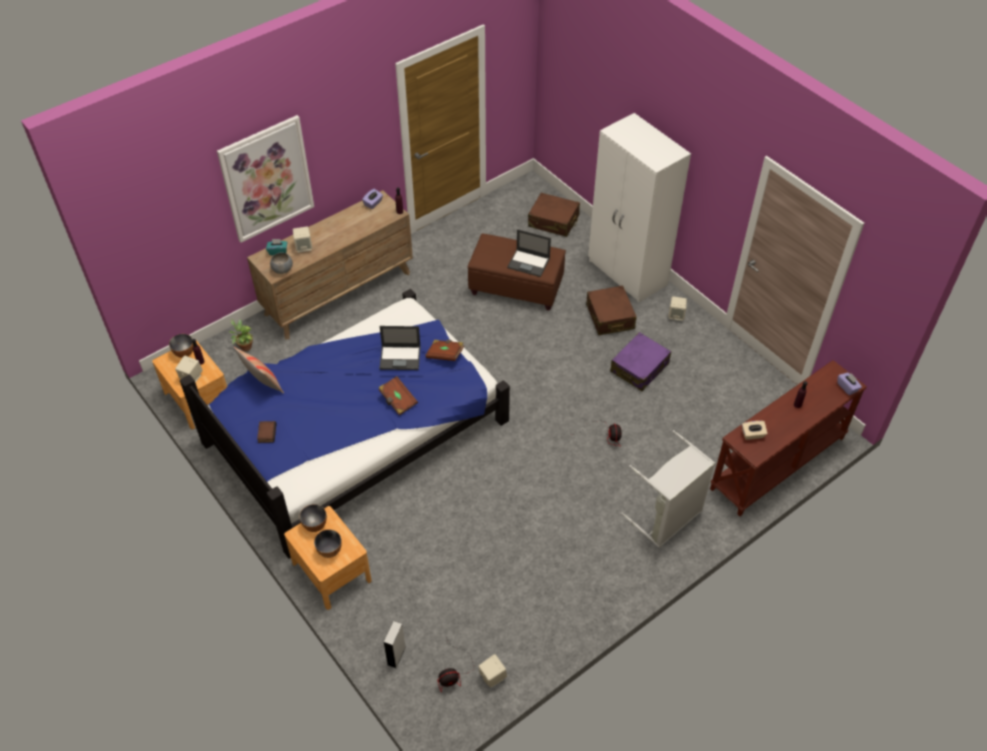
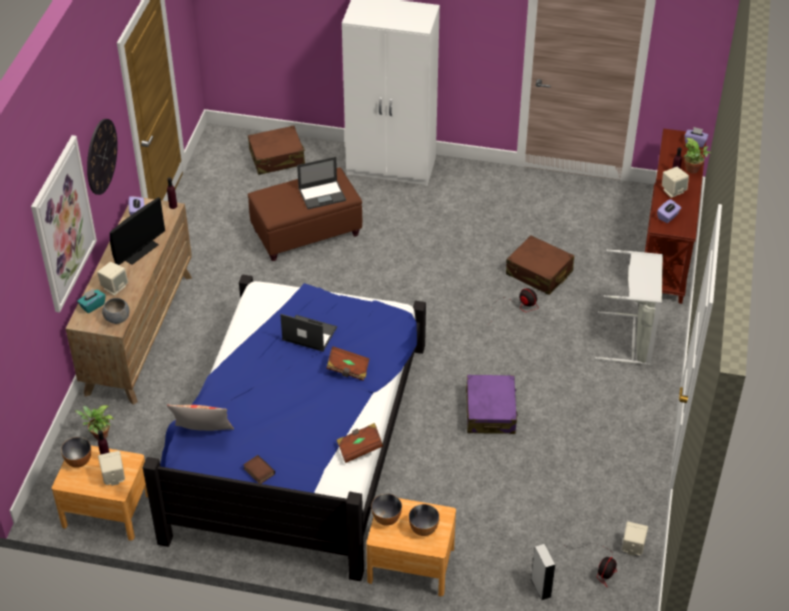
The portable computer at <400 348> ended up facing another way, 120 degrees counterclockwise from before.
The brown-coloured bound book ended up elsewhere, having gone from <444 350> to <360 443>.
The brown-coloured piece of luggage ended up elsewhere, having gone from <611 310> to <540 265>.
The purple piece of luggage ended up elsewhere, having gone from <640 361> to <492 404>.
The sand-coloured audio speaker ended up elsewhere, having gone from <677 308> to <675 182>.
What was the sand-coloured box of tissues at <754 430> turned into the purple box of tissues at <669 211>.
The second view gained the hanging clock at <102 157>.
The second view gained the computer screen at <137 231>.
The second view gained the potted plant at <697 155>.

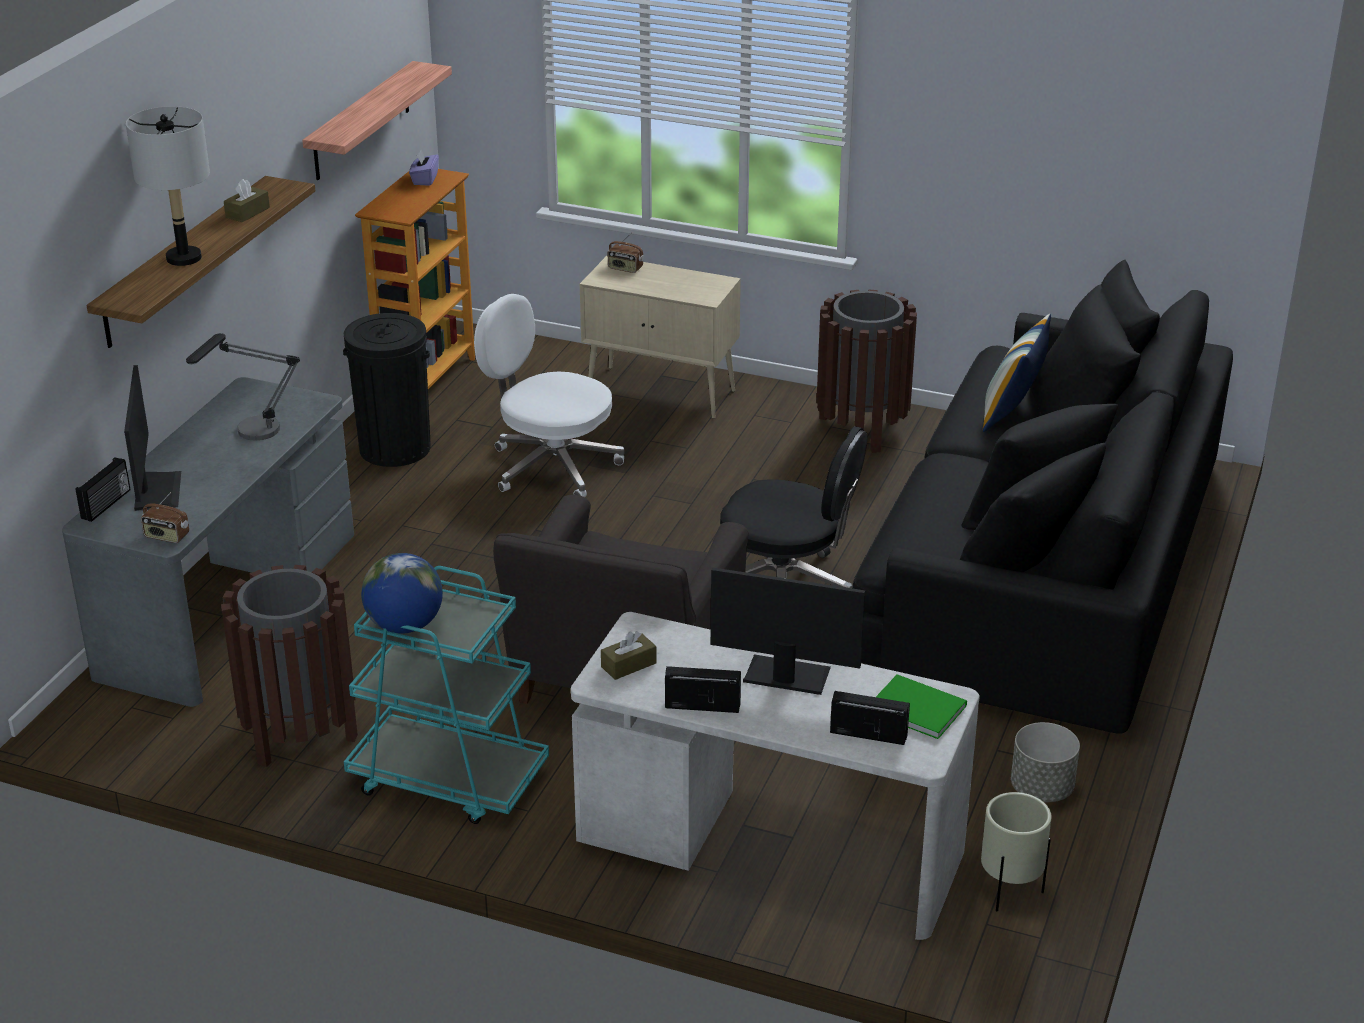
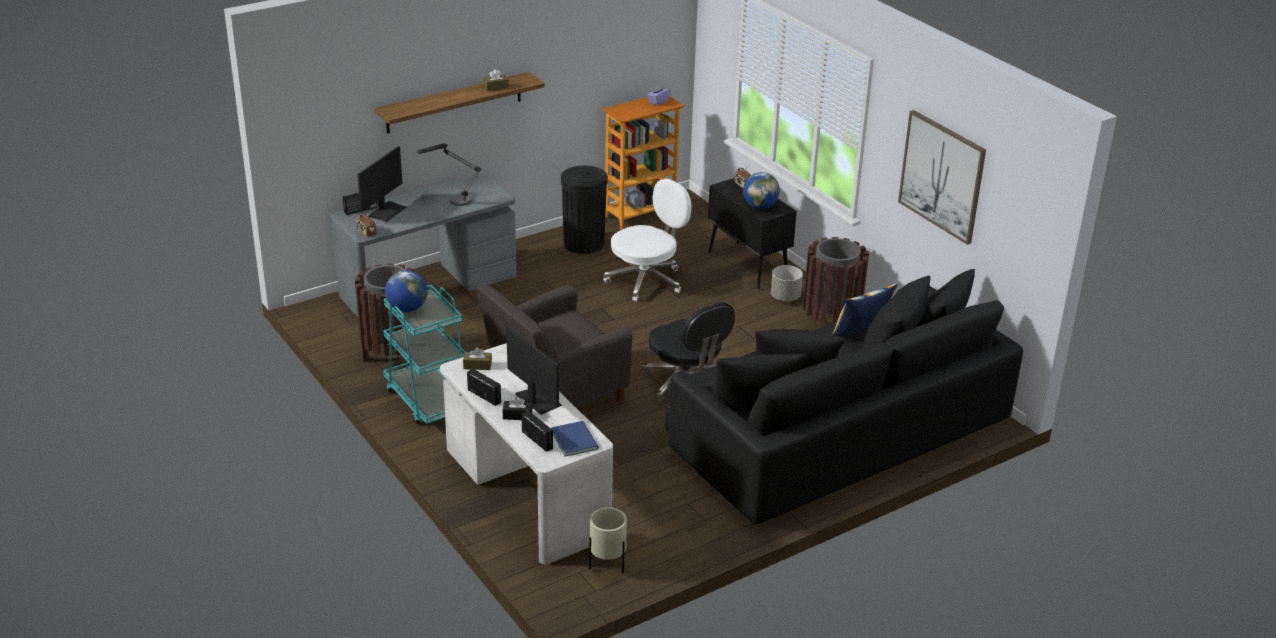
The second view lost the grey tabletop lamp at <168 186>.
The second view lost the wall shelf at <377 120>.
The white computer chair at <549 395> ended up facing another way, 75 degrees clockwise from before.
What was the sand-coloured cabinet at <660 337> turned into the black-coloured cabinet at <752 233>.
What was the green-coloured bound book at <921 706> turned into the blue-coloured bound book at <575 438>.
The grey planter ended up elsewhere, having gone from <1045 762> to <787 283>.
The second view gained the black-coloured box of tissues at <517 408>.
The second view gained the world globe at <761 190>.
The second view gained the wall picture at <942 177>.

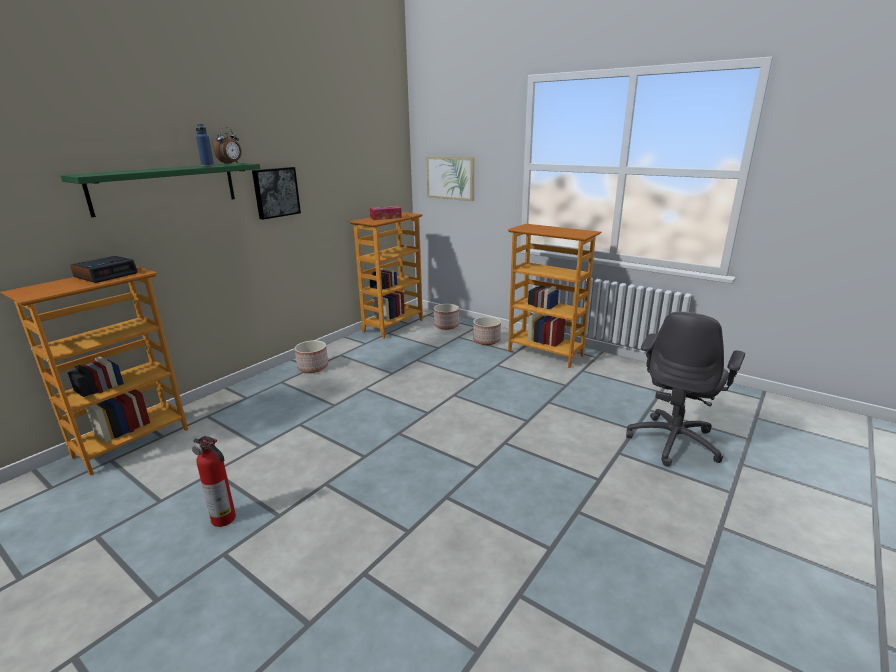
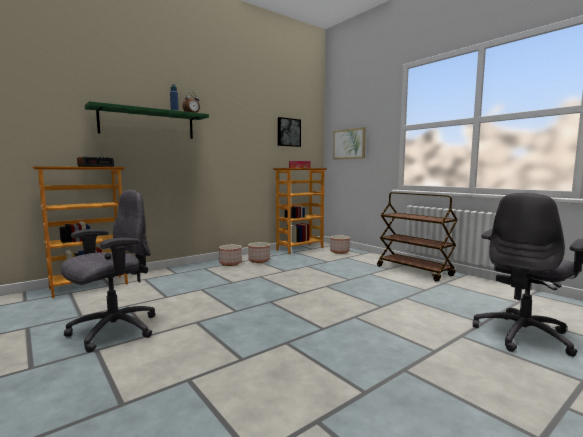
Where the fire-fighting cylinder stood at <214 481>, the grey computer chair came to stand at <108 271>.
The wall picture ended up elsewhere, having gone from <276 193> to <289 132>.
The planter ended up elsewhere, having gone from <487 331> to <259 252>.
Where the bookcase stood at <554 296>, the brown-coloured wheeled cart came to stand at <417 237>.

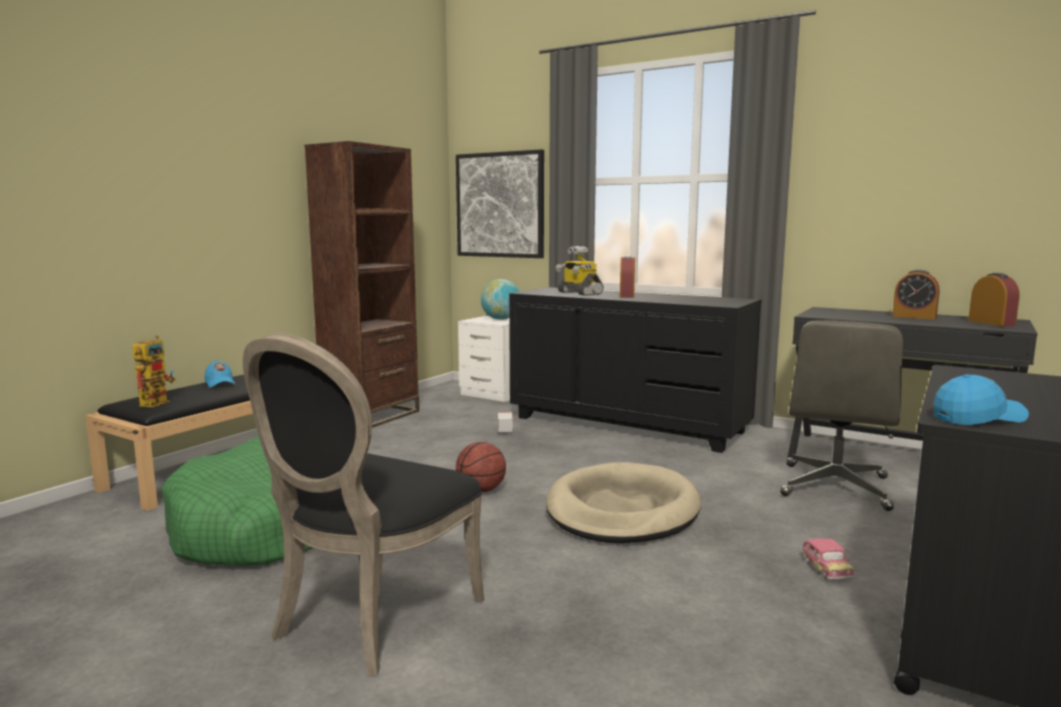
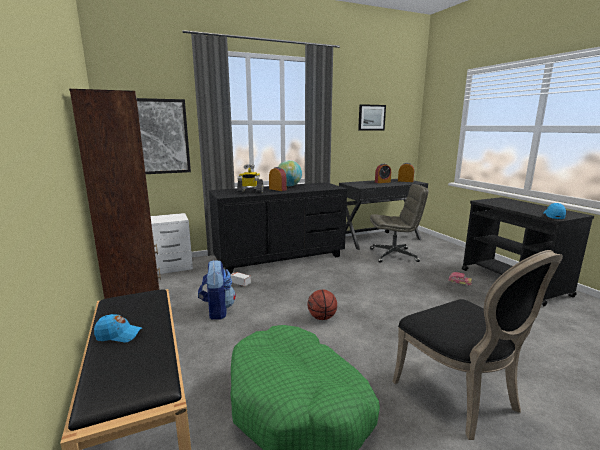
The second view lost the toy robot at <153 371>.
The world globe ended up elsewhere, having gone from <500 299> to <290 173>.
The second view lost the sand-coloured pet bed at <623 502>.
The grey computer chair at <841 415> ended up facing another way, 60 degrees counterclockwise from before.
The second view gained the rucksack at <217 290>.
The second view gained the wall picture at <372 117>.

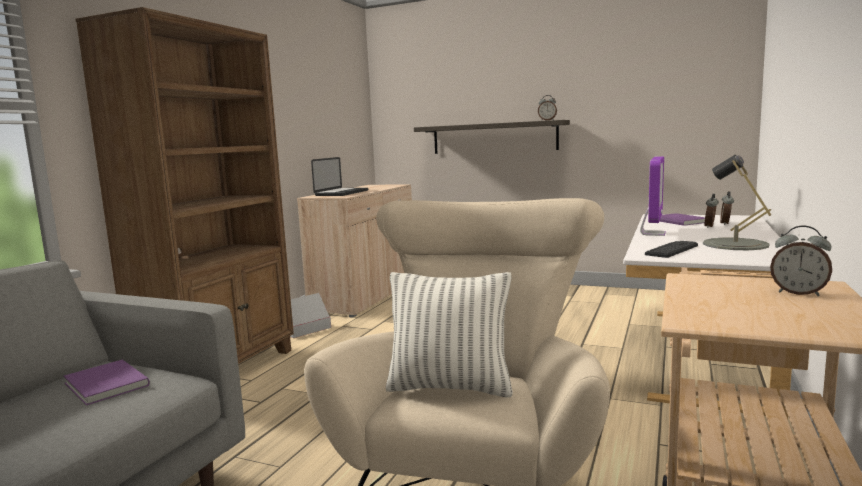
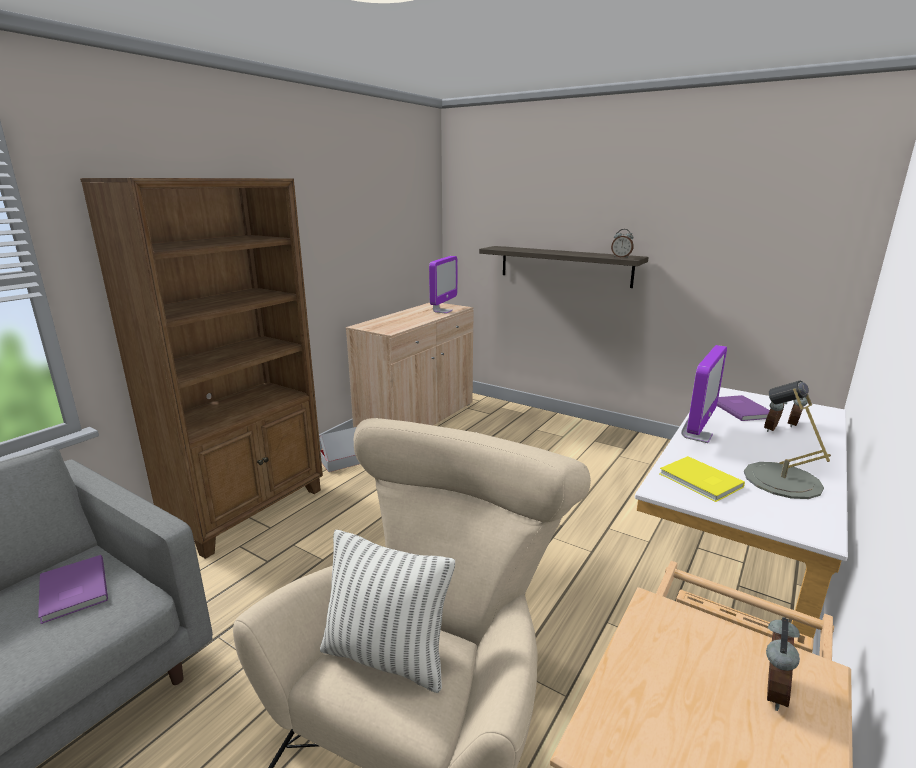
The second view lost the portable computer at <339 176>.
Where the PC keyboard stood at <671 249>, the yellow bound book came to stand at <702 479>.
The bedside clock at <801 260> ended up facing another way, 105 degrees counterclockwise from before.
The second view gained the computer screen at <443 285>.

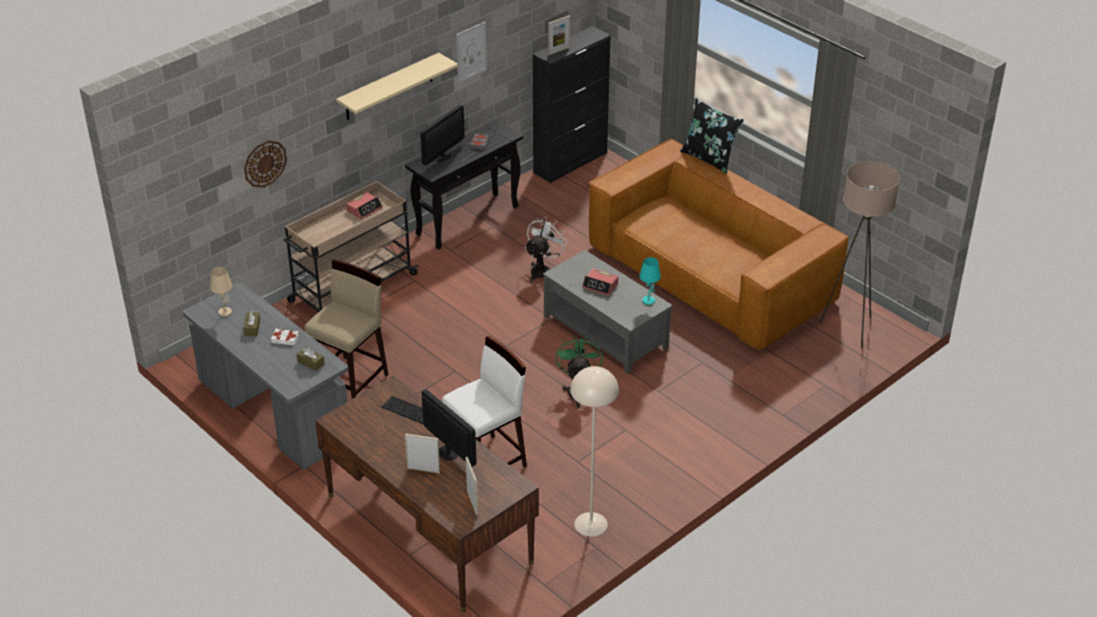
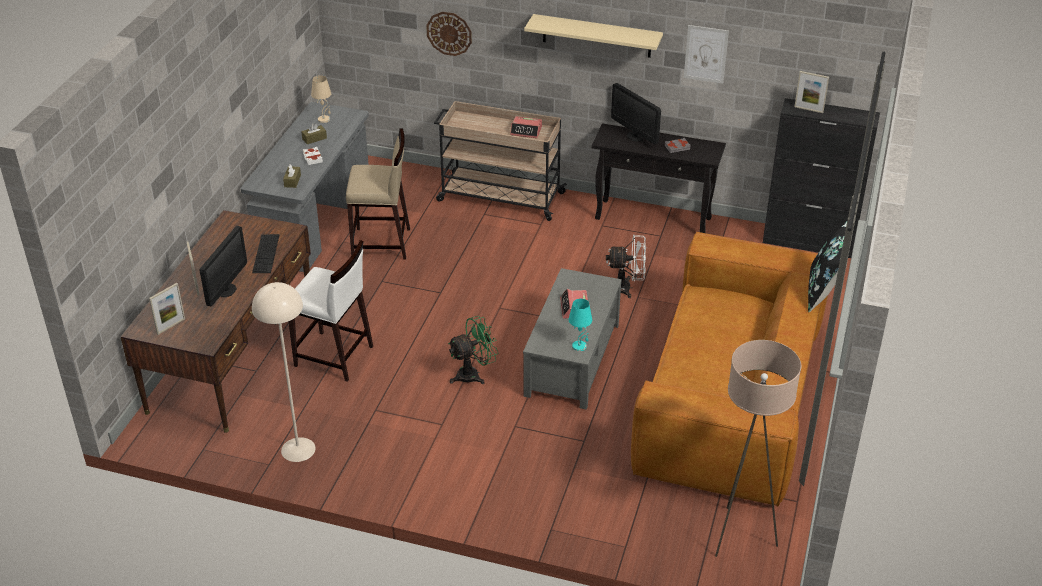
The computer screen at <442 135> ended up facing another way, 45 degrees clockwise from before.

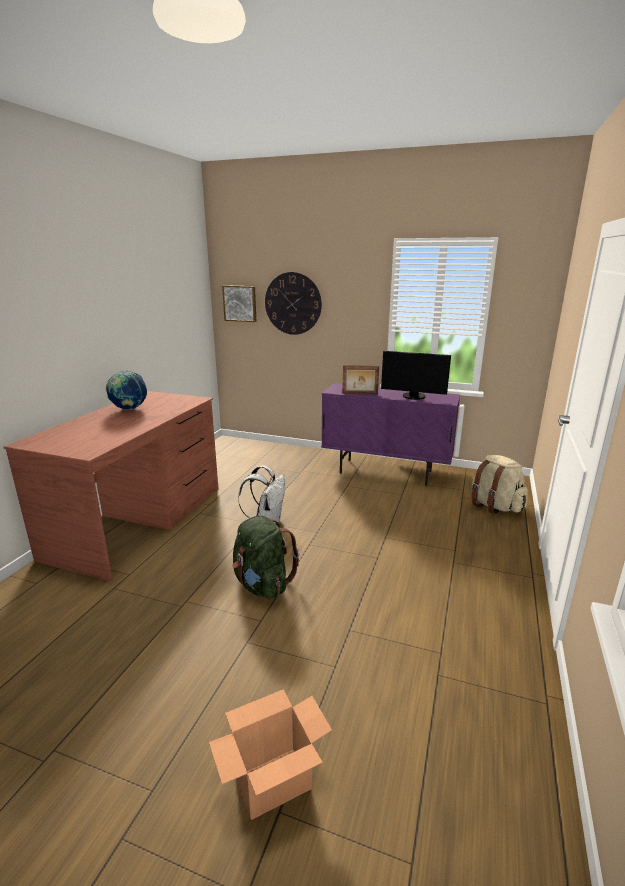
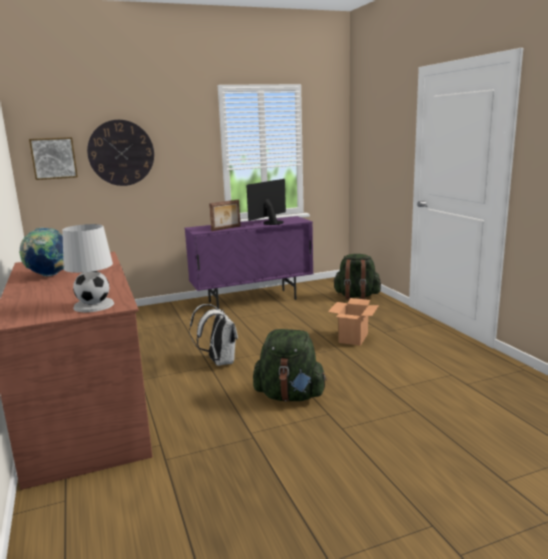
The cardboard box ended up elsewhere, having gone from <270 754> to <353 322>.
The computer screen at <416 375> ended up facing another way, 150 degrees clockwise from before.
What was the sand-coloured rucksack at <500 484> turned into the green-coloured rucksack at <357 277>.
The second view gained the white tabletop lamp at <88 268>.

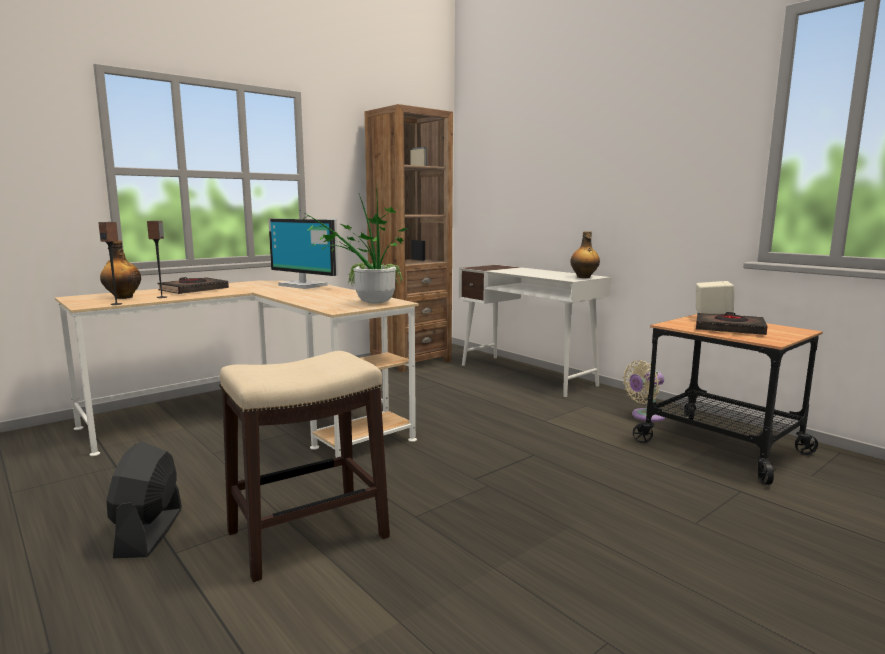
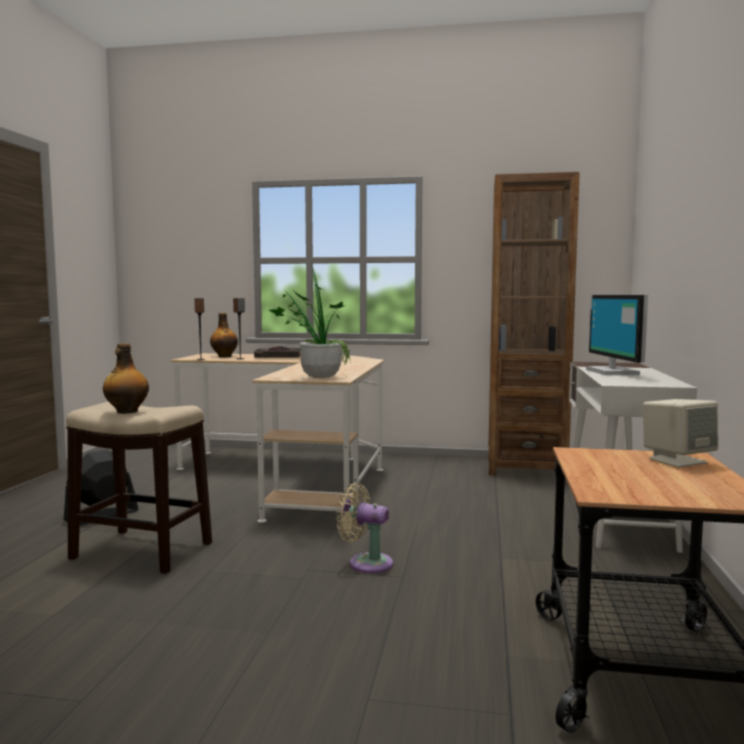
The computer screen ended up elsewhere, having gone from <303 253> to <617 335>.
The beverage bottle ended up elsewhere, having gone from <585 254> to <126 378>.
The sand-coloured electric fan ended up elsewhere, having gone from <644 391> to <364 528>.
The second view lost the black-coloured bound book at <731 323>.

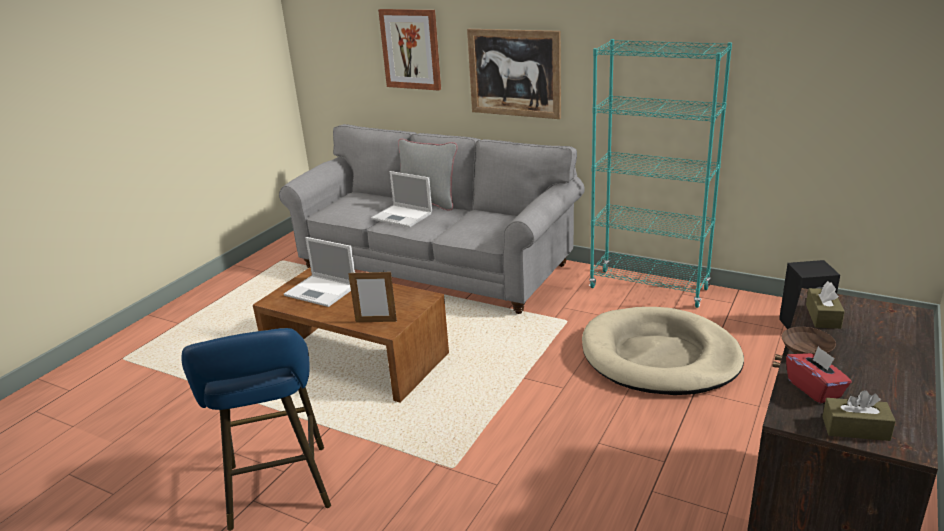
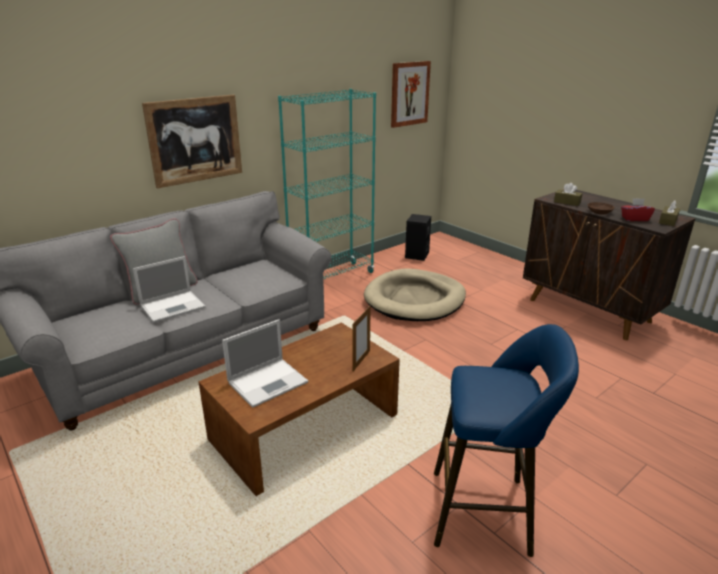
The wall picture ended up elsewhere, having gone from <409 50> to <411 94>.

